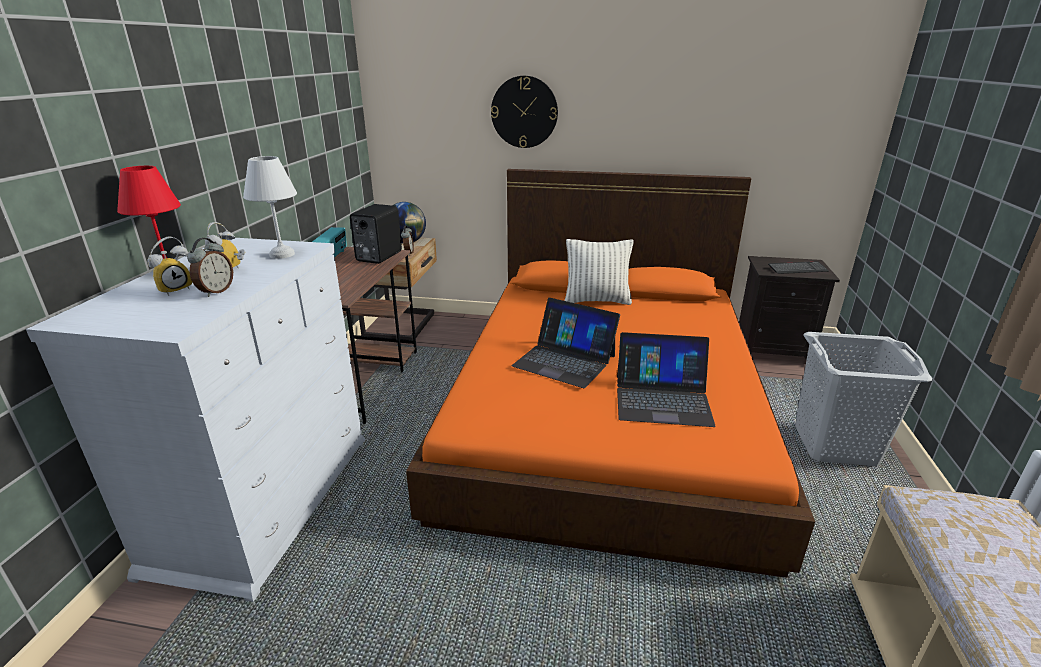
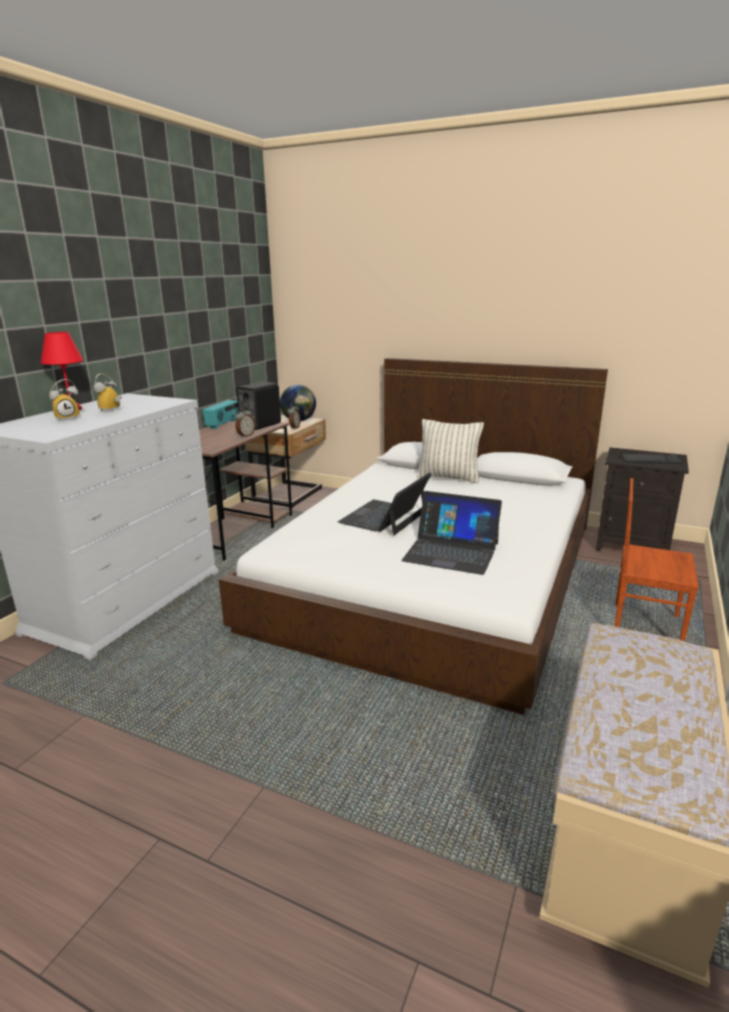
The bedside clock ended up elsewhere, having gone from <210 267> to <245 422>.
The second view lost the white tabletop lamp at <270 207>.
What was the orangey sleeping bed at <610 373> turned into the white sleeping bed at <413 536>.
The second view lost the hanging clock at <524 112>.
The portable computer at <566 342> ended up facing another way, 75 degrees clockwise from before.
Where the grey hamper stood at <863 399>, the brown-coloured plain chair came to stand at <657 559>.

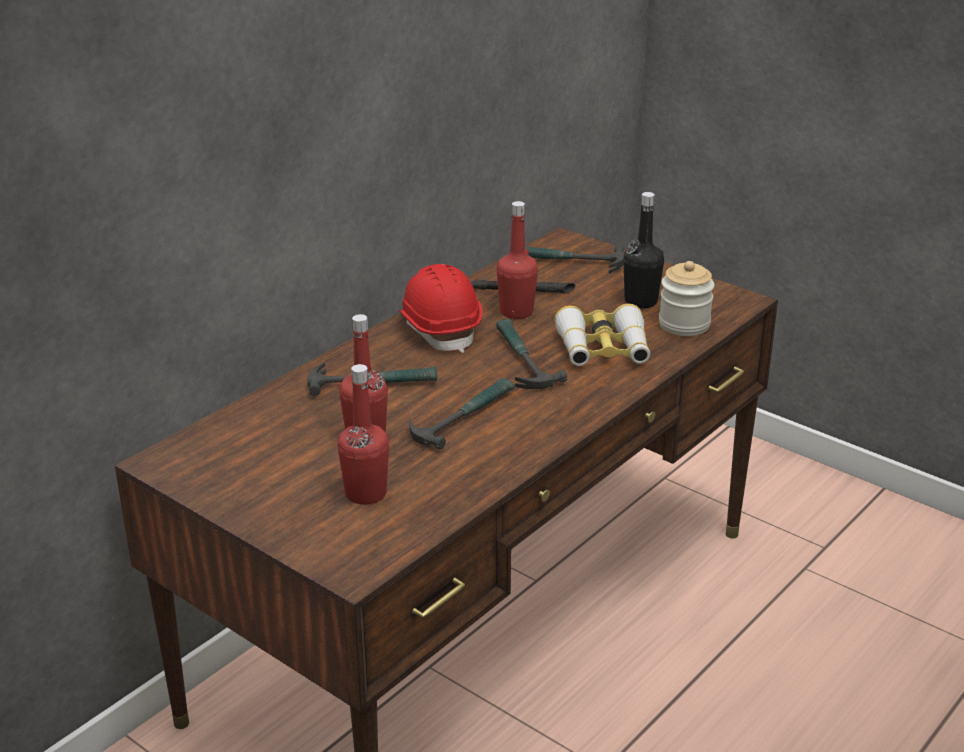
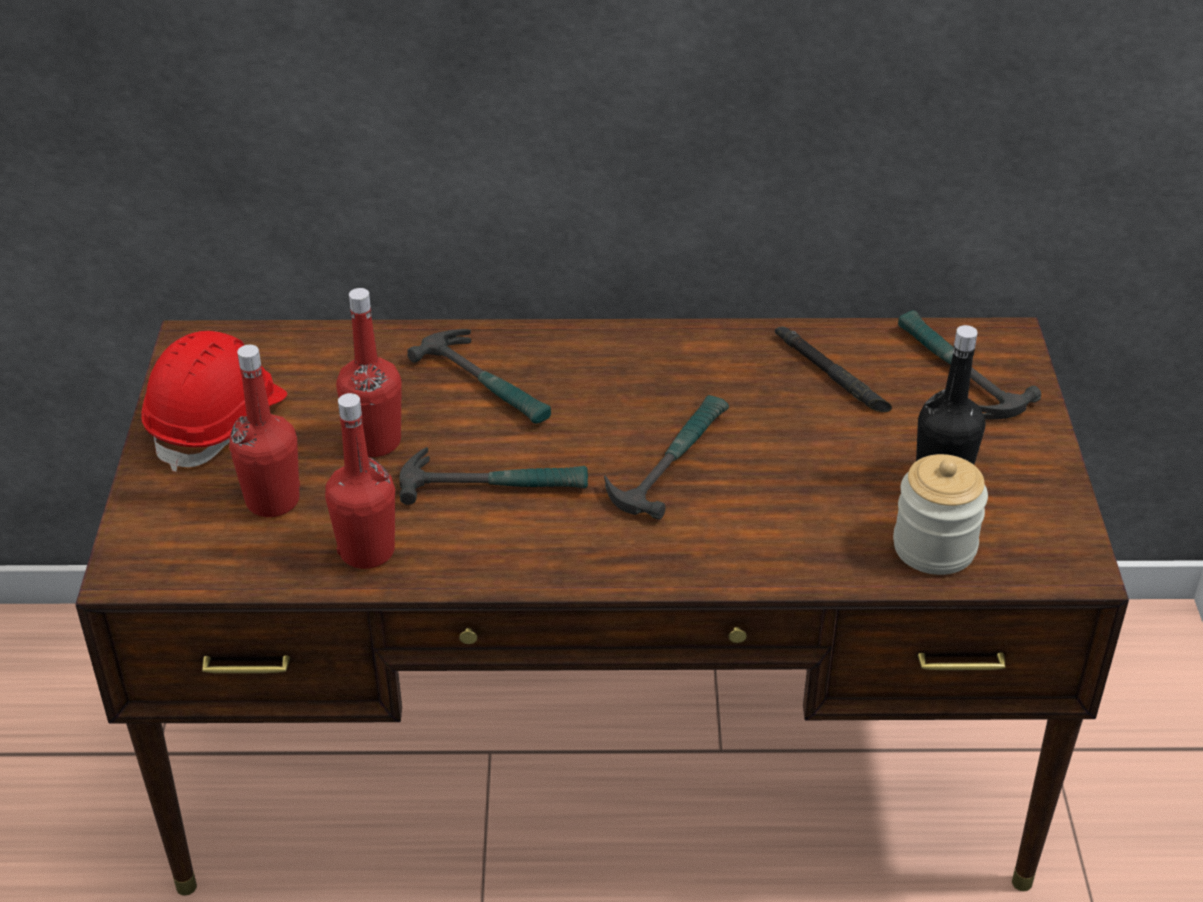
The red-coloured hard hat ended up elsewhere, having gone from <440 308> to <214 401>.
The red-coloured beverage bottle ended up elsewhere, having gone from <517 260> to <360 481>.
The second view lost the binoculars at <602 335>.

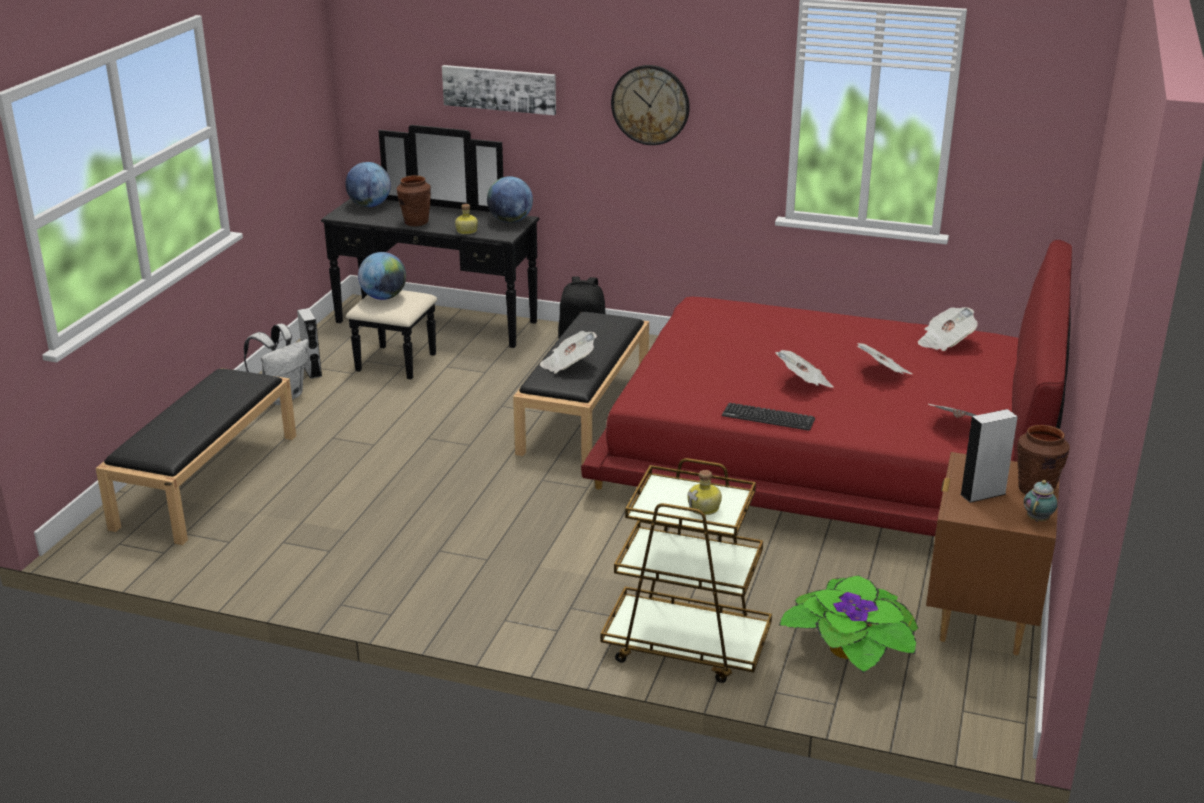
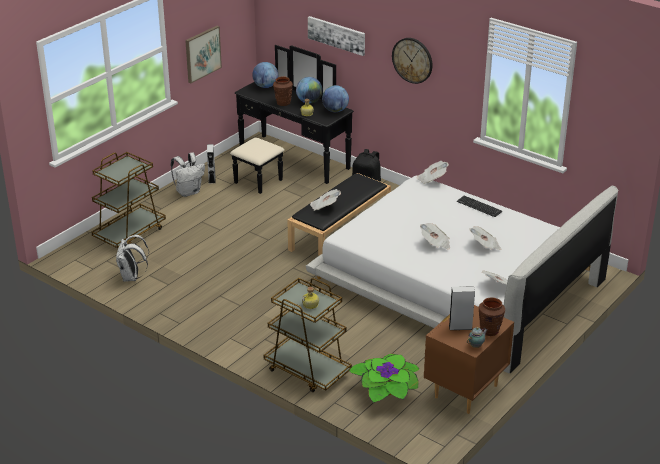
Where the black-coloured long seat stood at <196 456>, the brown-coloured wheeled cart came to stand at <128 200>.
The world globe ended up elsewhere, having gone from <382 276> to <309 90>.
What was the red-coloured sleeping bed at <826 388> turned into the white sleeping bed at <462 274>.
The PC keyboard ended up elsewhere, having gone from <768 417> to <479 206>.
The newspaper ended up elsewhere, having gone from <948 329> to <432 172>.
The second view gained the white rucksack at <132 258>.
The second view gained the wall picture at <203 54>.

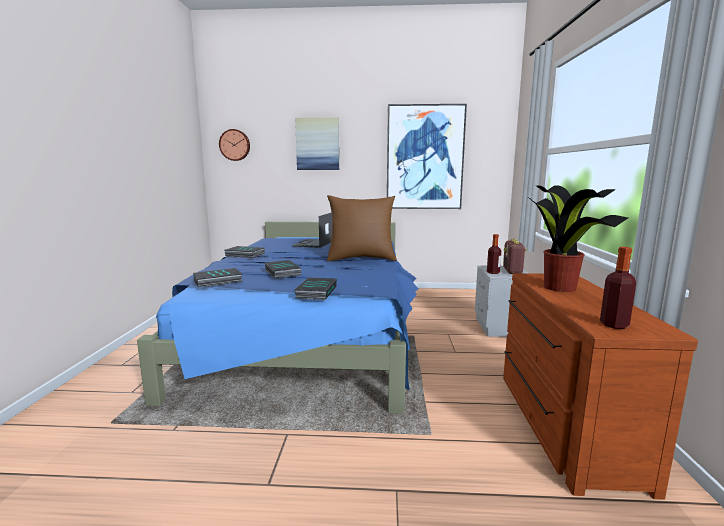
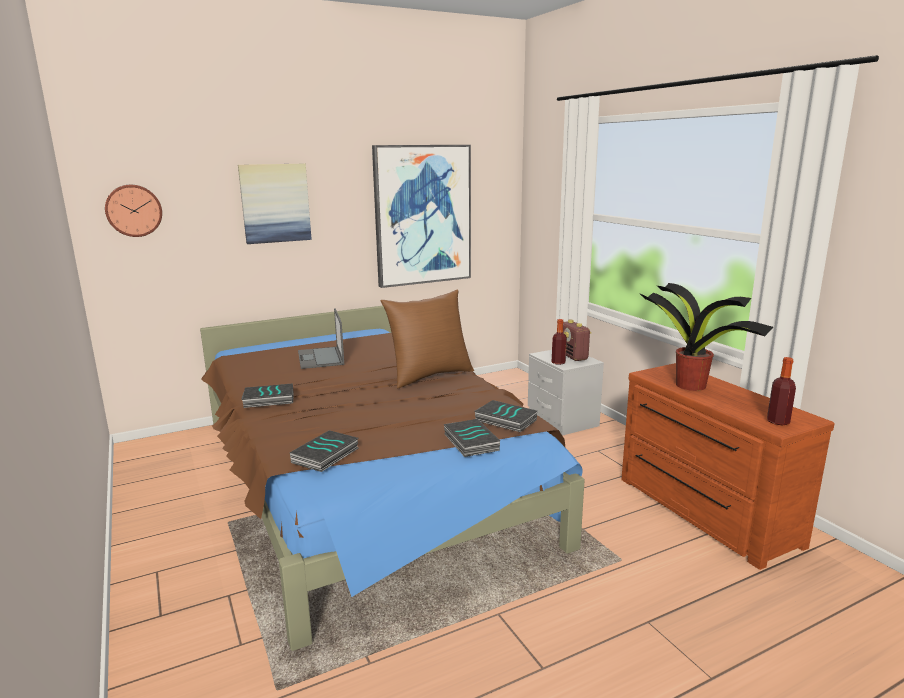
What was the blue-coloured sleeping bed at <278 318> turned into the brown-coloured sleeping bed at <392 478>.
The bound book ended up elsewhere, having gone from <283 269> to <505 416>.

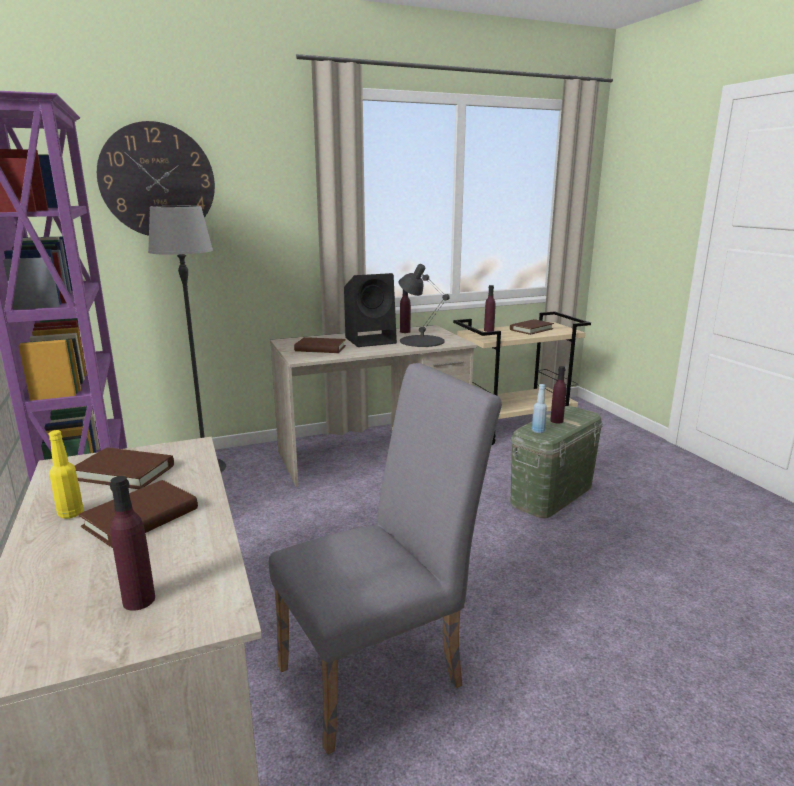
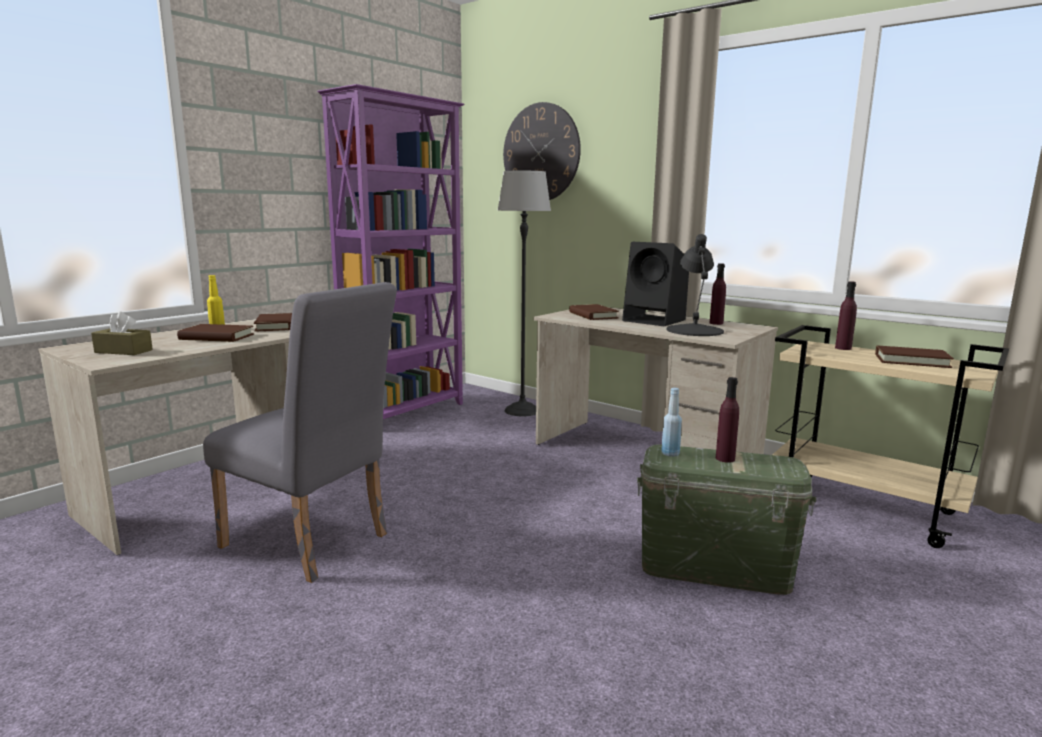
Where the purple beverage bottle stood at <132 543>, the brown-coloured box of tissues came to stand at <122 333>.

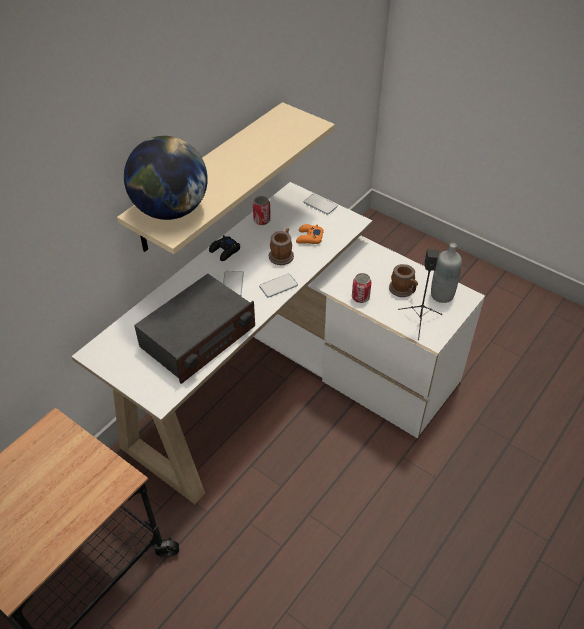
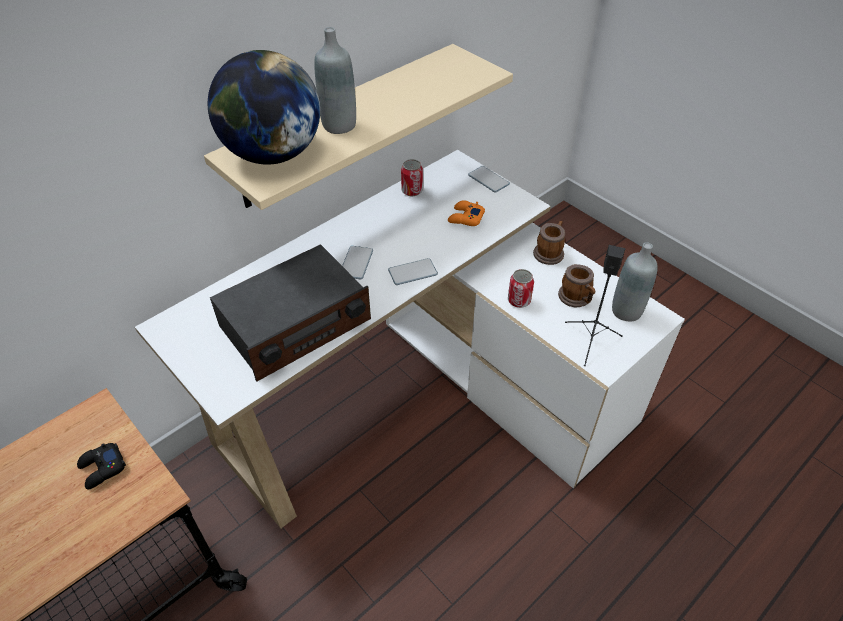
The black-coloured game controller ended up elsewhere, having gone from <224 248> to <101 466>.
The tea mug ended up elsewhere, having gone from <281 246> to <549 243>.
The second view gained the grey beverage bottle at <335 80>.

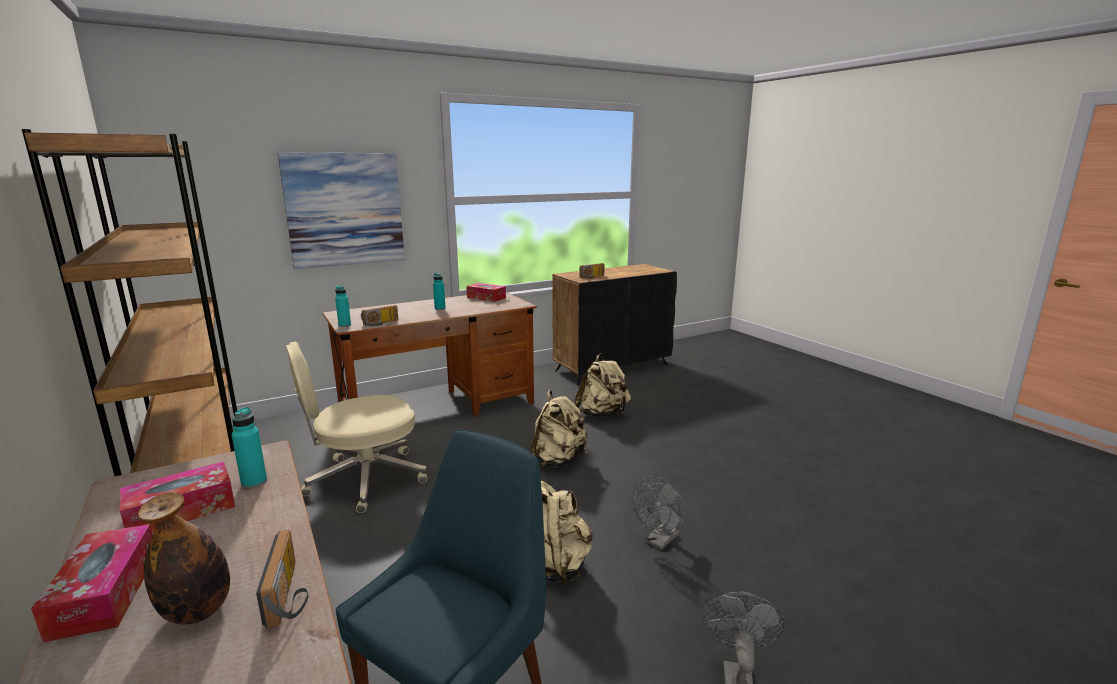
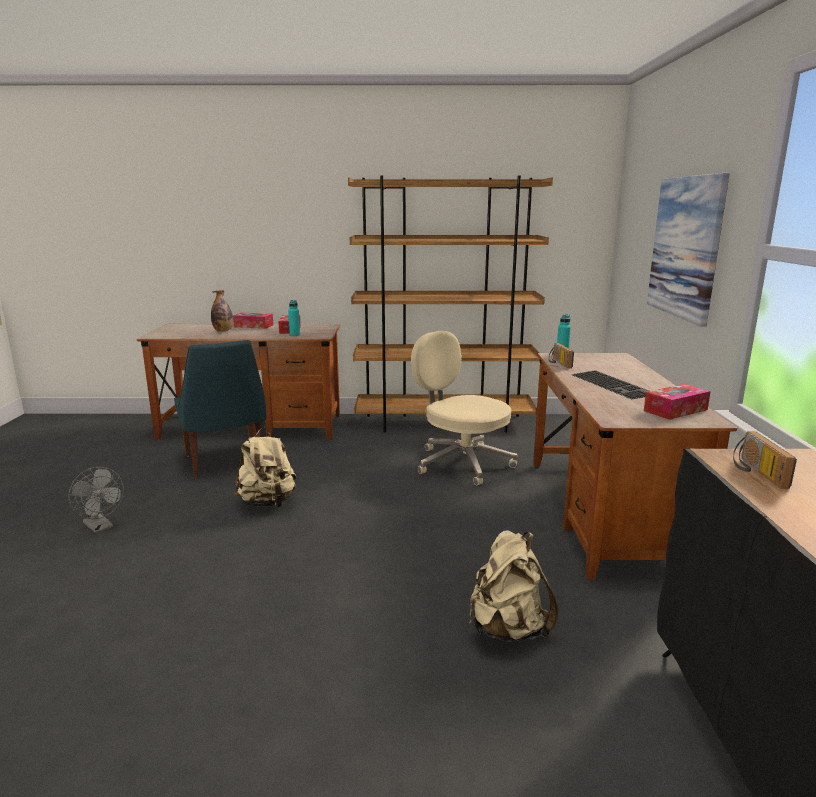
The second view lost the radio at <282 579>.
The sand-coloured computer chair at <356 427> ended up facing another way, 45 degrees counterclockwise from before.
Where the turquoise-coloured beverage bottle stood at <439 291>, the PC keyboard came to stand at <610 384>.
The second view lost the sand-coloured rucksack at <558 428>.
The second view lost the grey electric fan at <659 513>.

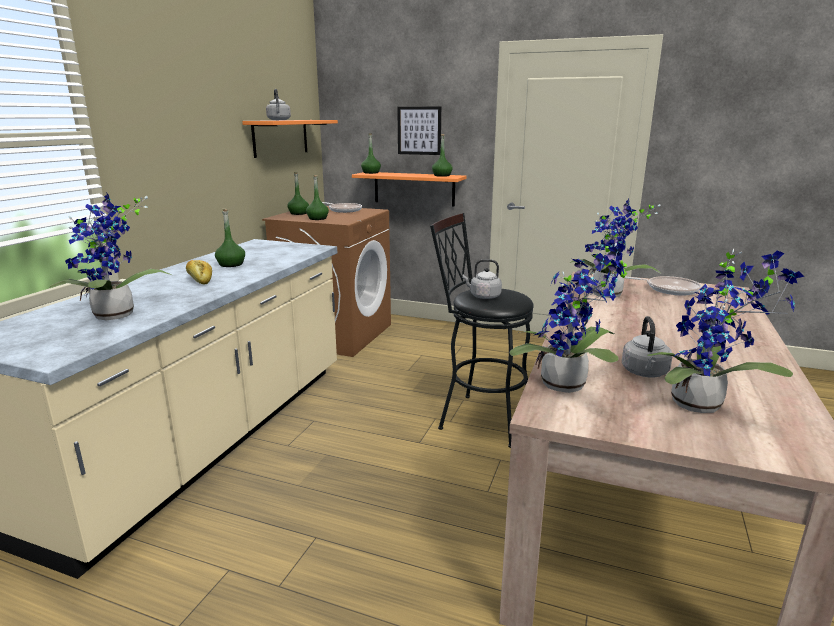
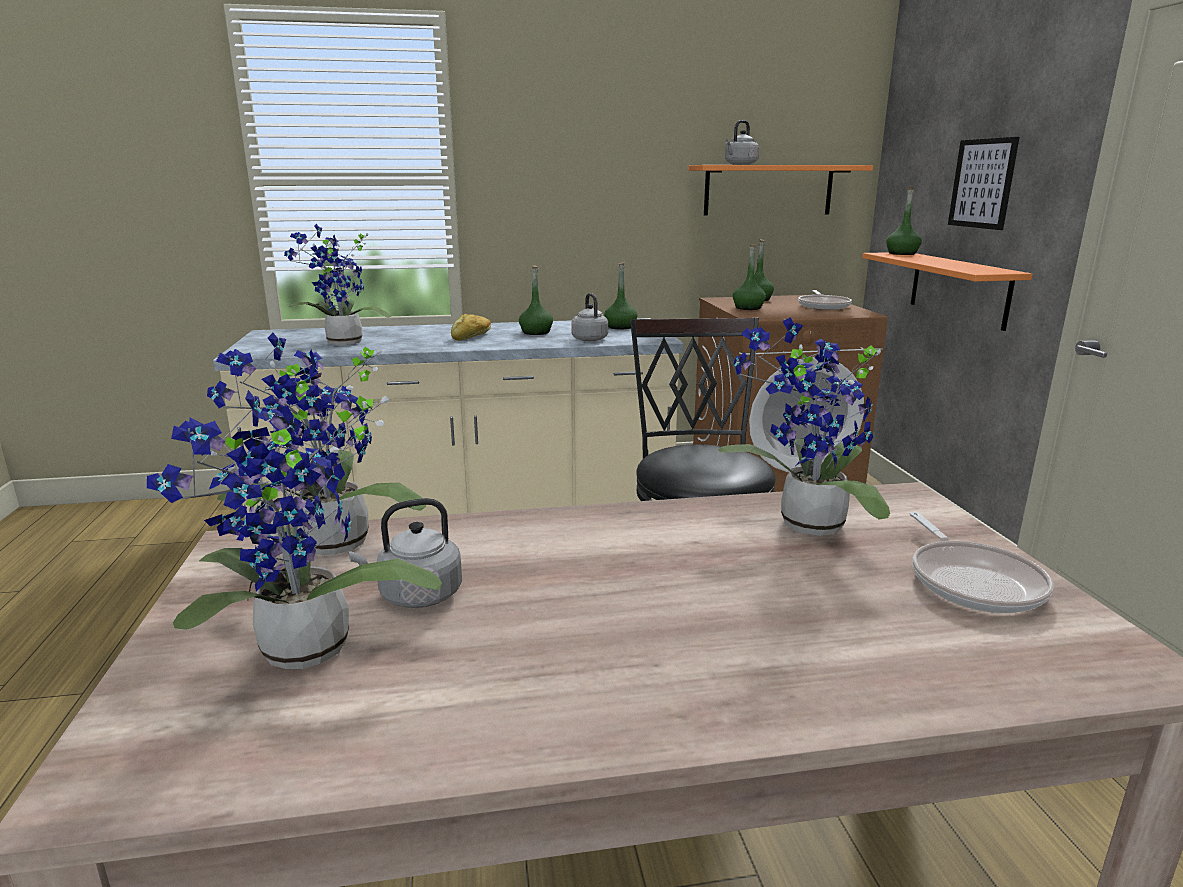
The green-coloured beverage bottle ended up elsewhere, having gone from <442 155> to <621 295>.
The grey water kettle ended up elsewhere, having gone from <482 279> to <589 317>.

